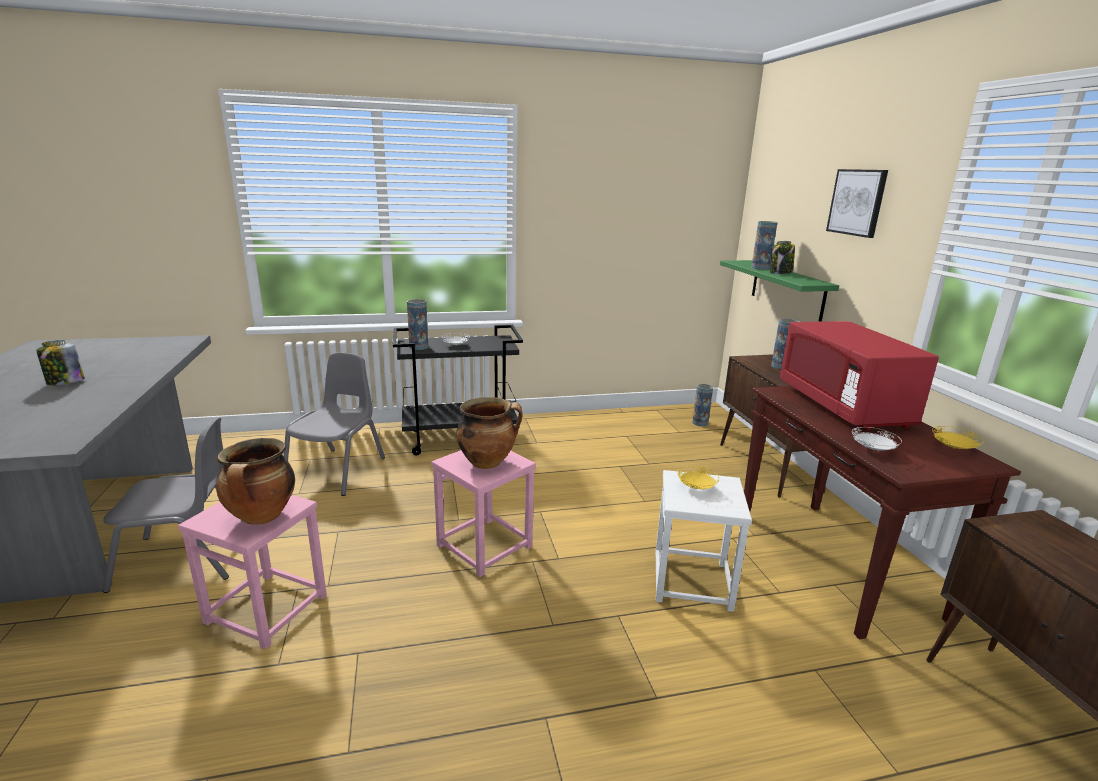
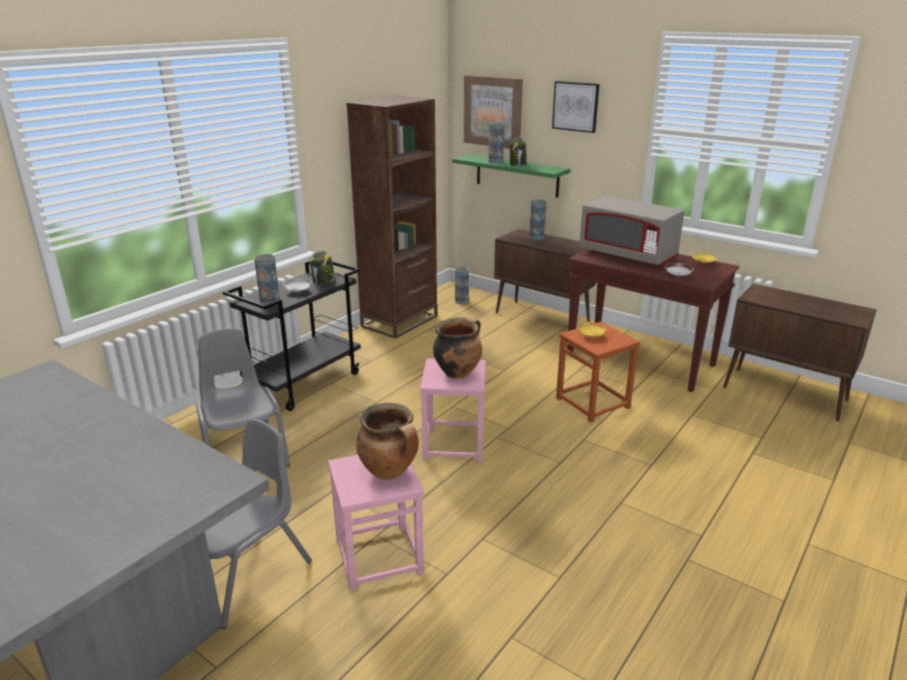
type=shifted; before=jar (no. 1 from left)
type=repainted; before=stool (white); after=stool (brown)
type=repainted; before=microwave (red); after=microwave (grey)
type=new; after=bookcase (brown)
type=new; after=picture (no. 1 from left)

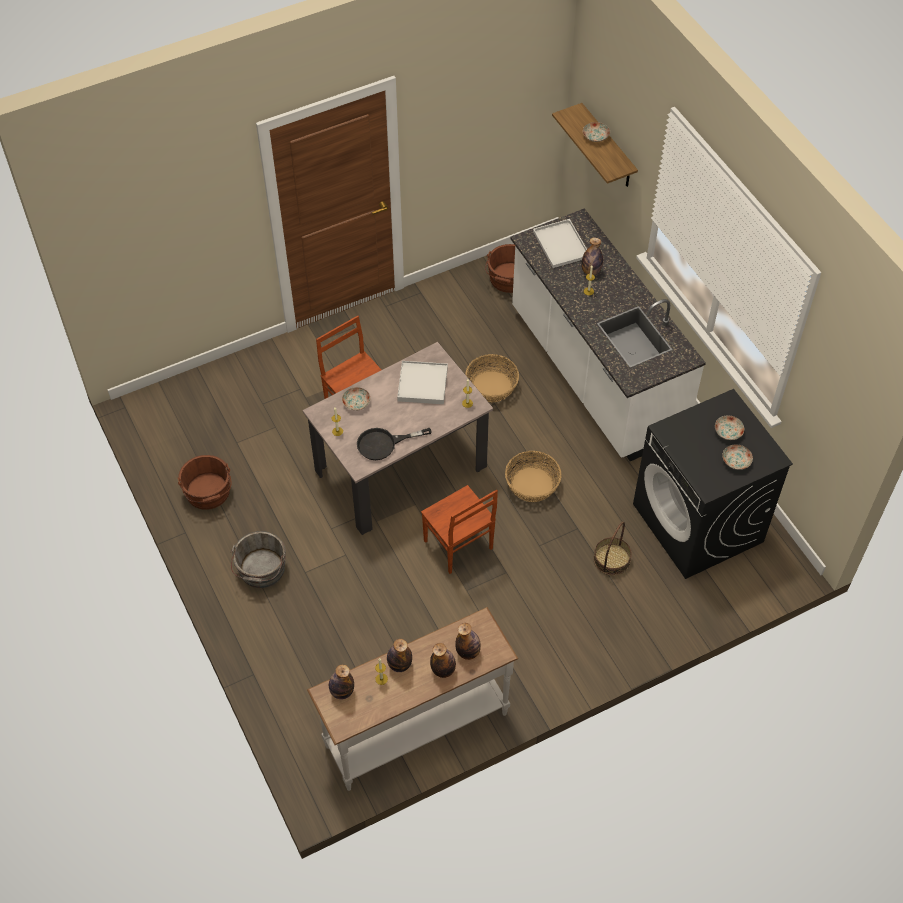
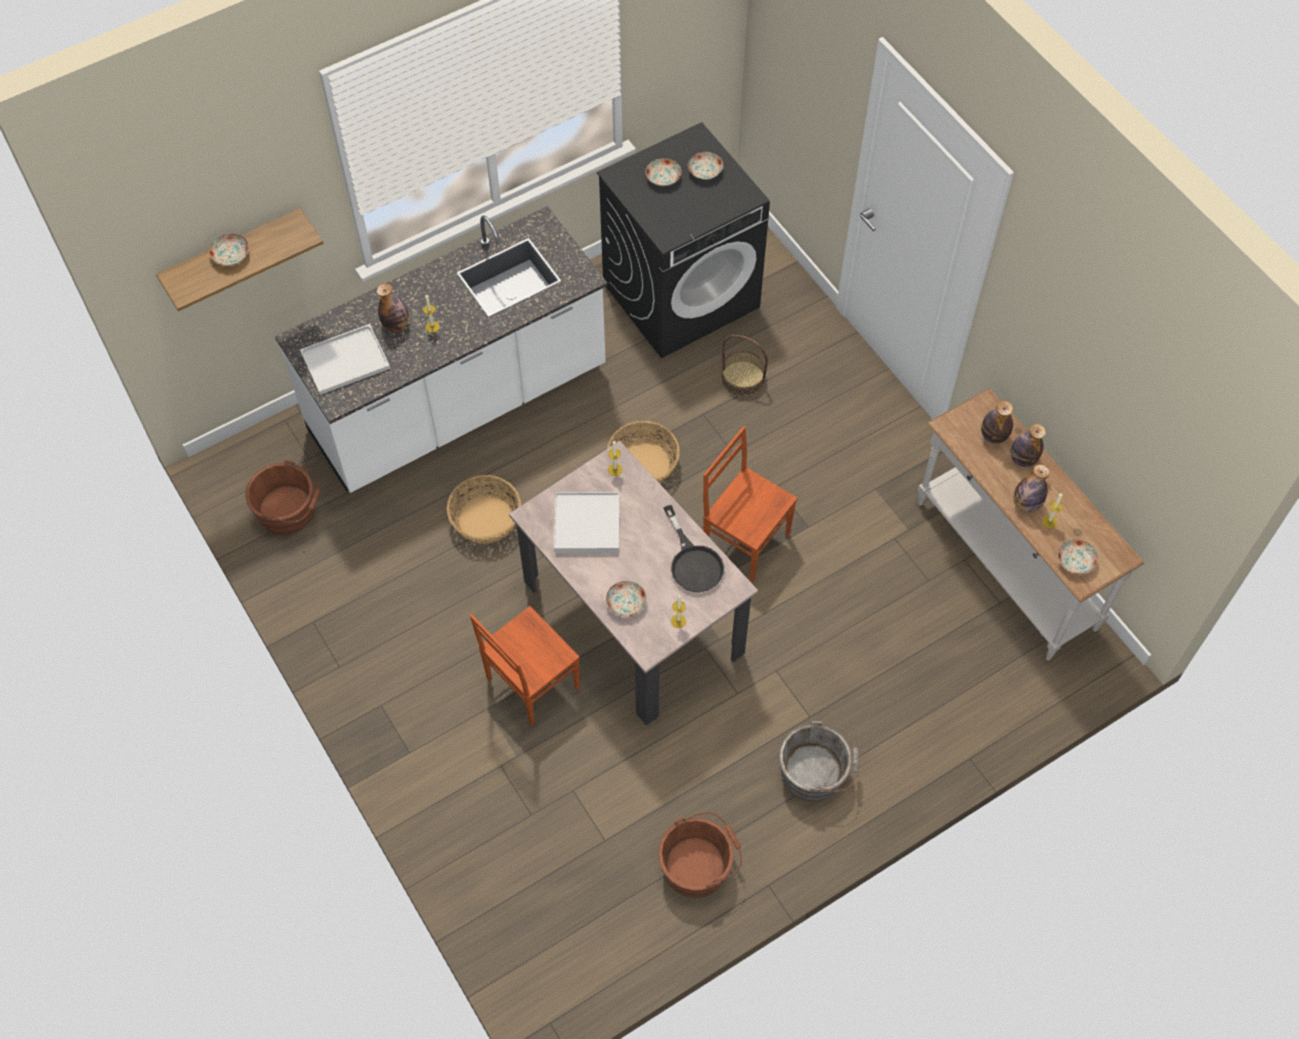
type=swapped; before=bottle (no. 1 from left); after=plate (no. 5 from left)
type=rotated; before=chair (brown) (no. 2 from left); turn=-105

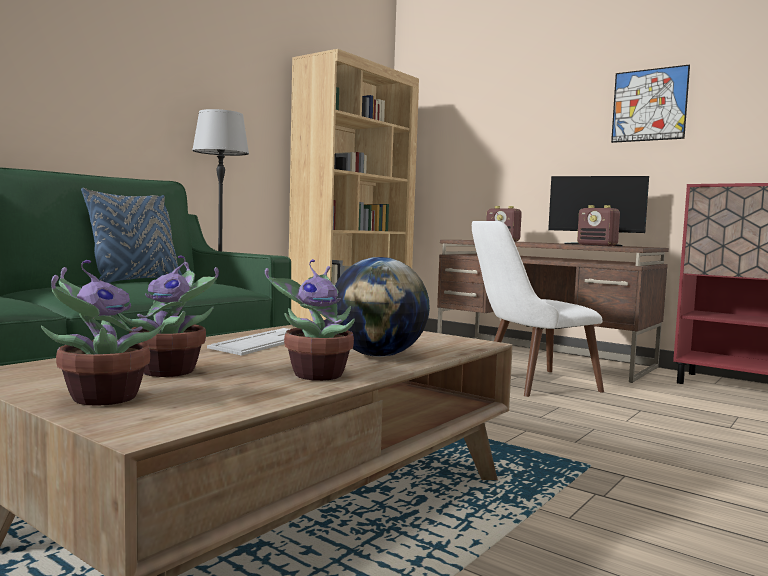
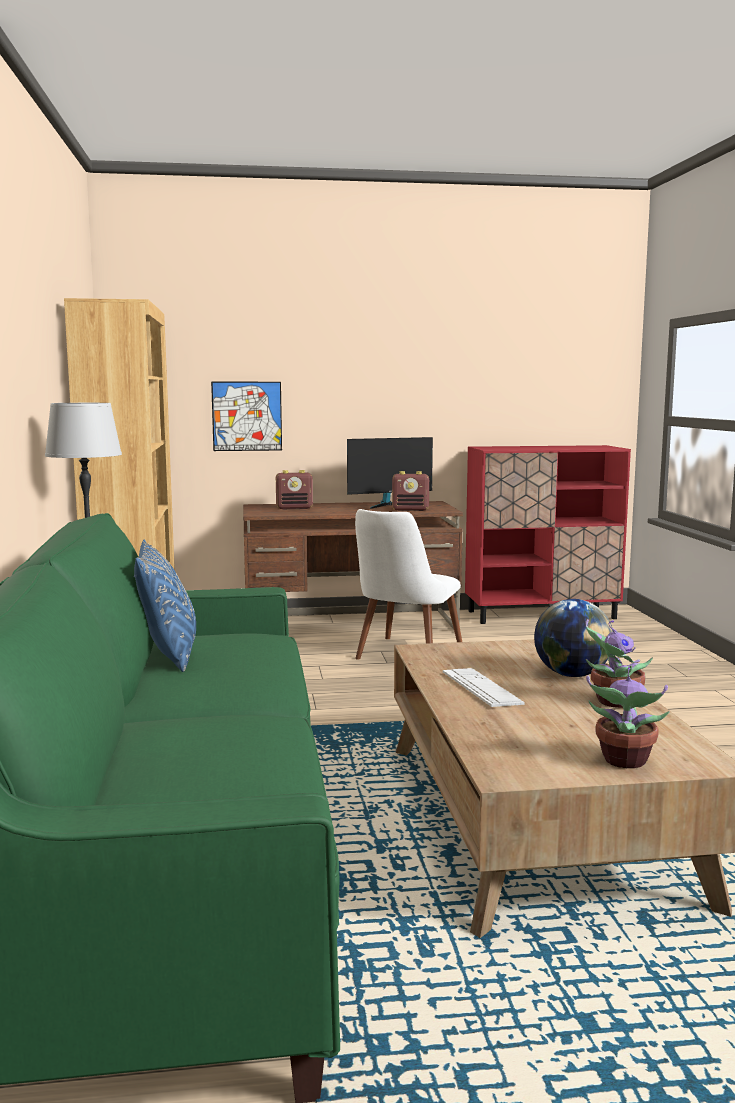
type=gone; before=potted plant (no. 2 from left)
type=shifted; before=picture

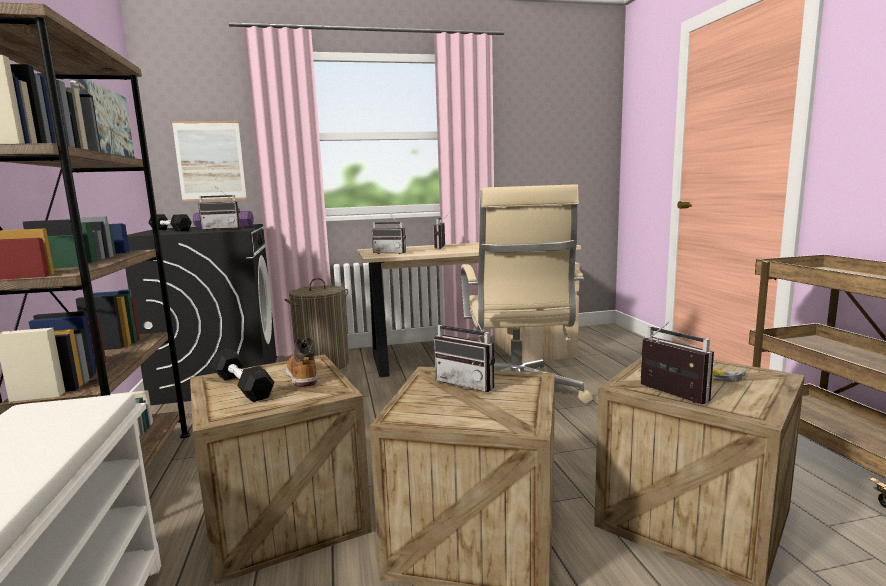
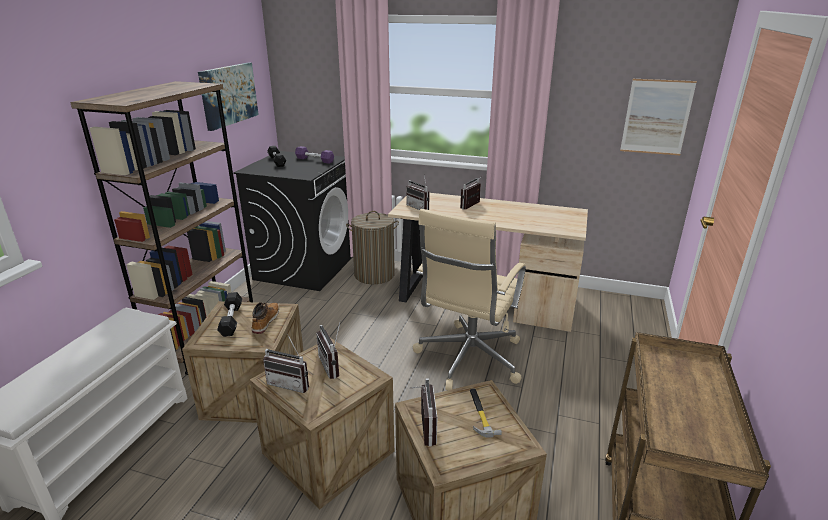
type=shifted; before=picture (no. 2 from left)
type=shifted; before=radio (no. 1 from left)

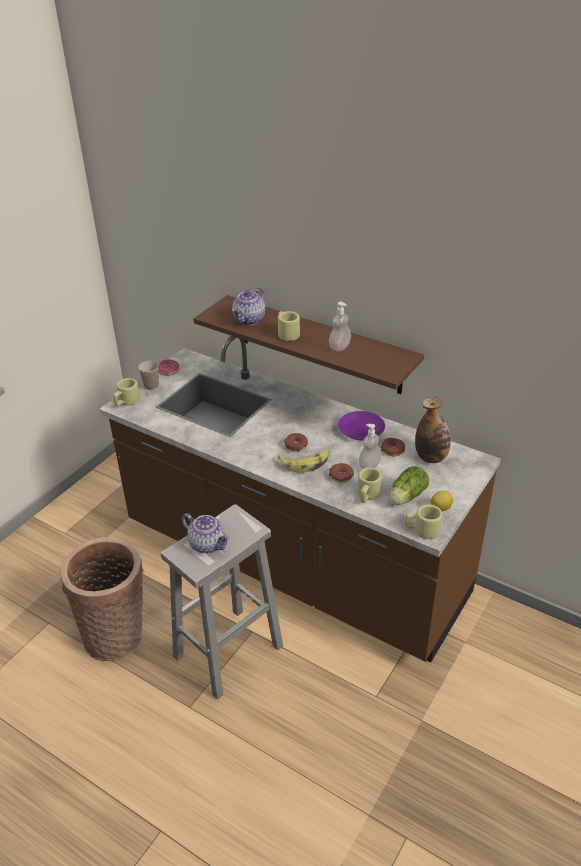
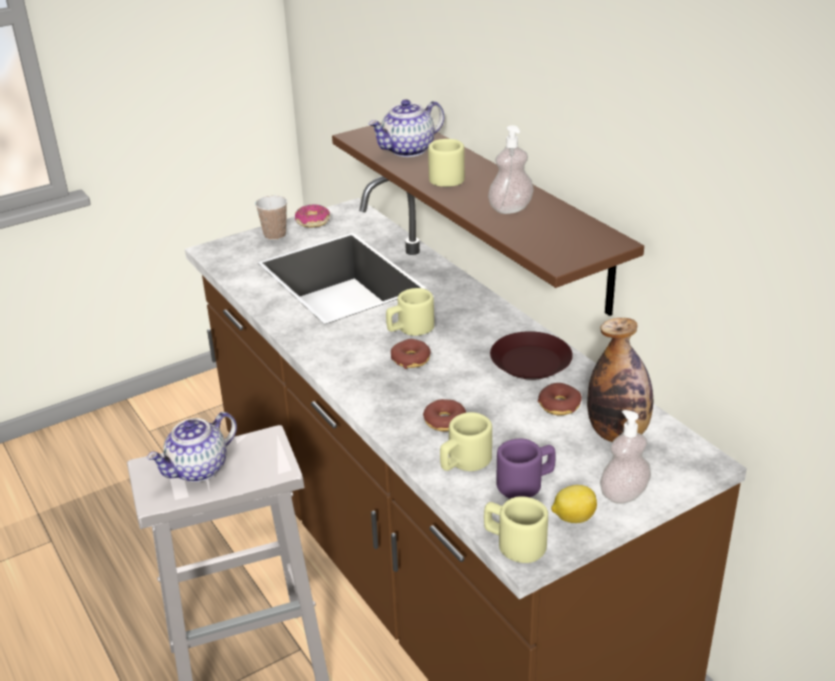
type=gone; before=basket
type=shifted; before=mug (beige) (no. 1 from left)
type=rotated; before=teapot (no. 1 from left); turn=75
type=gone; before=banana
type=repainted; before=plate (purple); after=plate (brown)
type=shifted; before=soap dispenser (no. 2 from left)
type=swapped; before=lettuce; after=mug (purple)

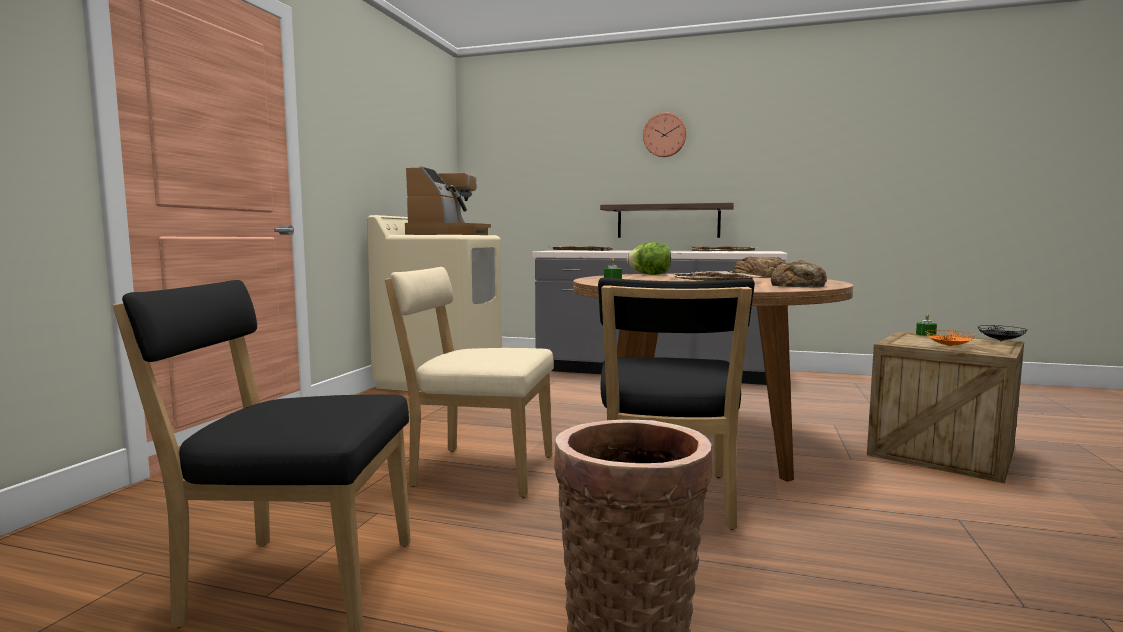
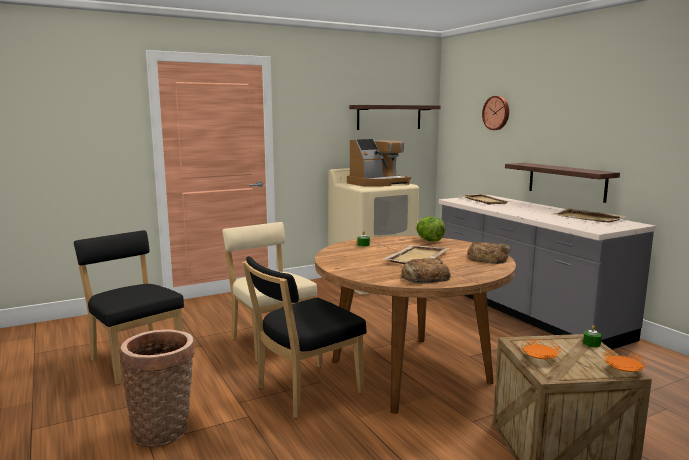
type=shifted; before=wall clock
type=repainted; before=plate (black); after=plate (orange) (no. 2 from left)
type=new; after=shelf (no. 1 from left)

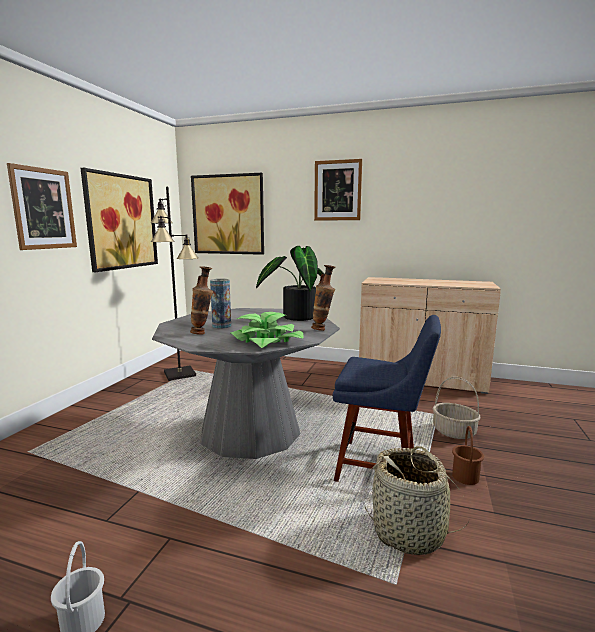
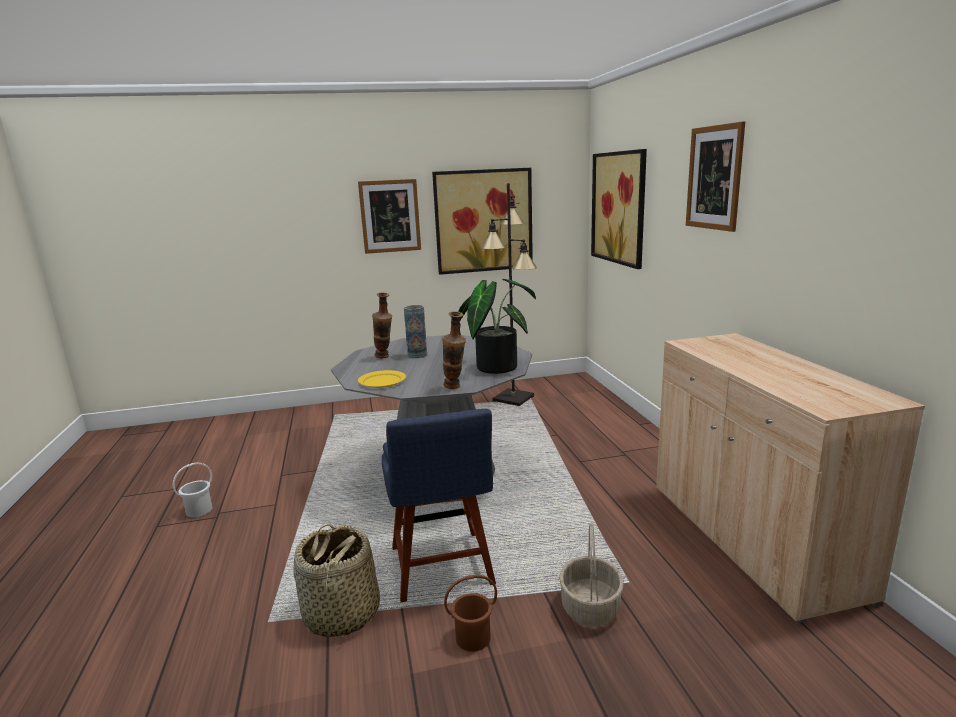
type=swapped; before=potted plant (no. 1 from left); after=plate (yellow)

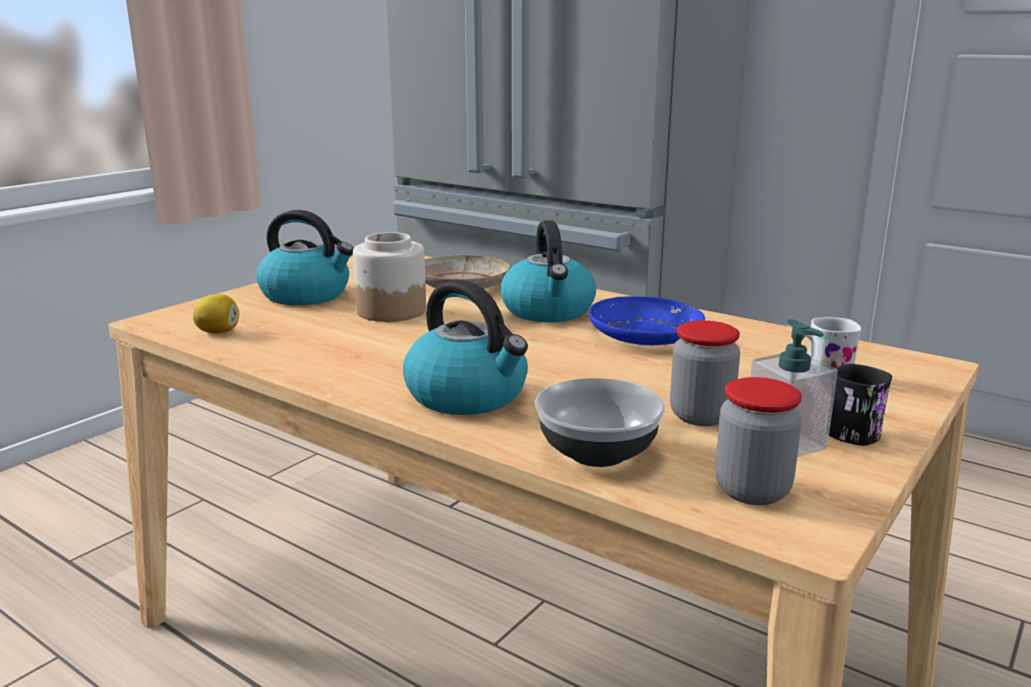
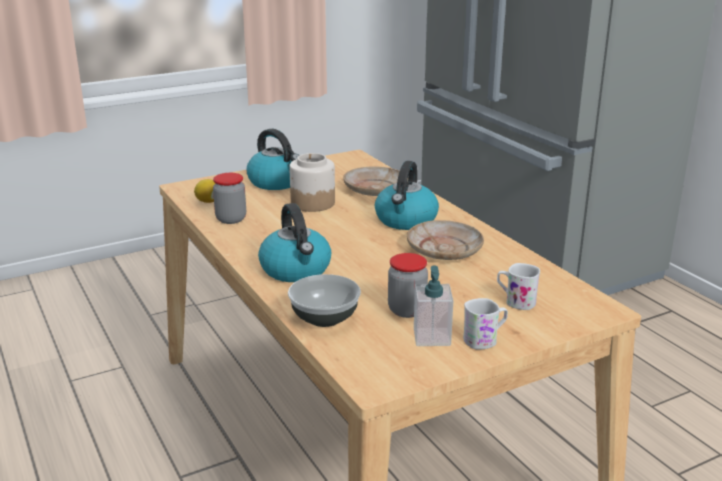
type=repainted; before=plate (blue); after=plate (beige) (no. 2 from left)
type=shifted; before=jar (no. 3 from left in the first image); after=jar (no. 1 from left)
type=repainted; before=mug (black); after=mug (white) (no. 1 from left)

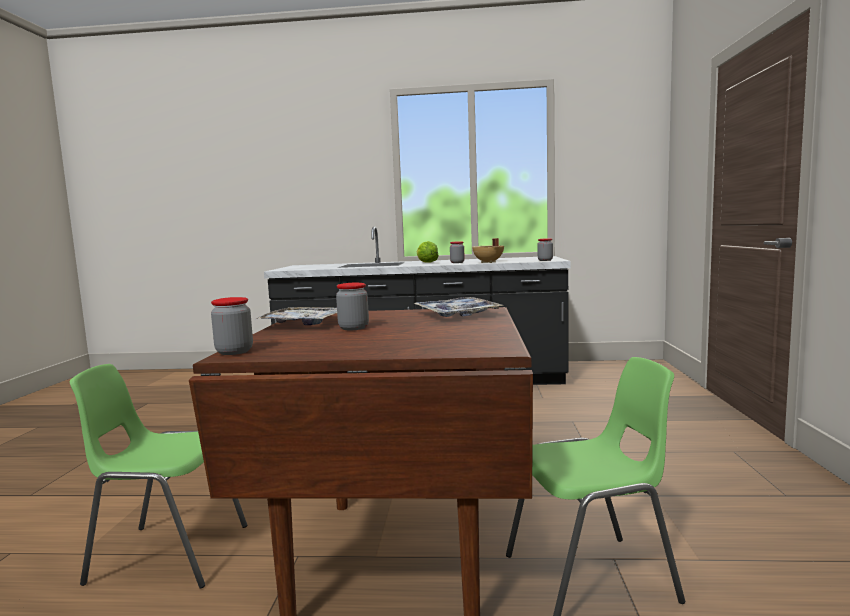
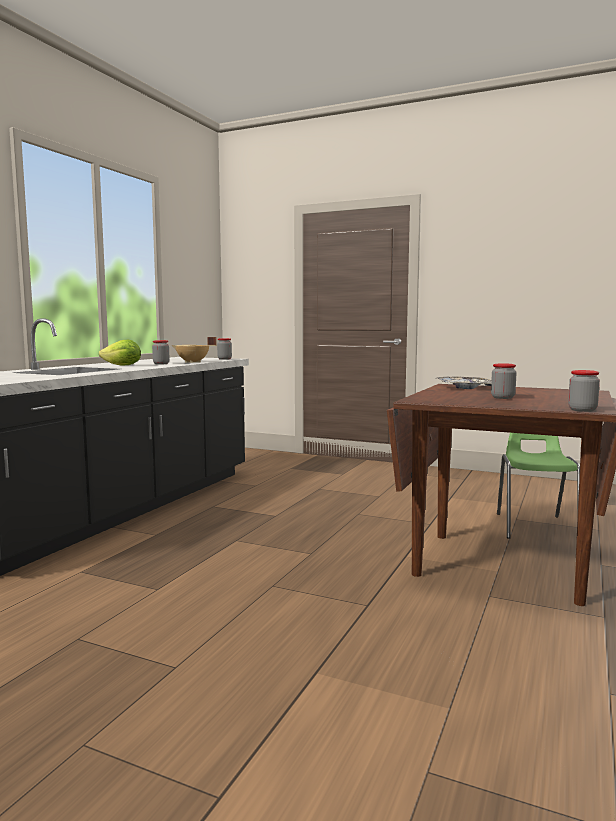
type=gone; before=chair (green) (no. 1 from left)
type=gone; before=tray (no. 1 from left)

